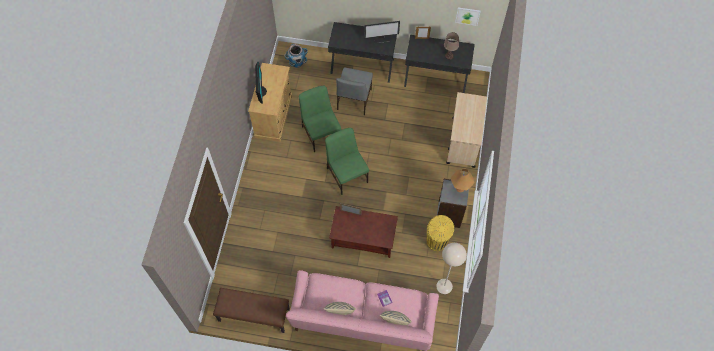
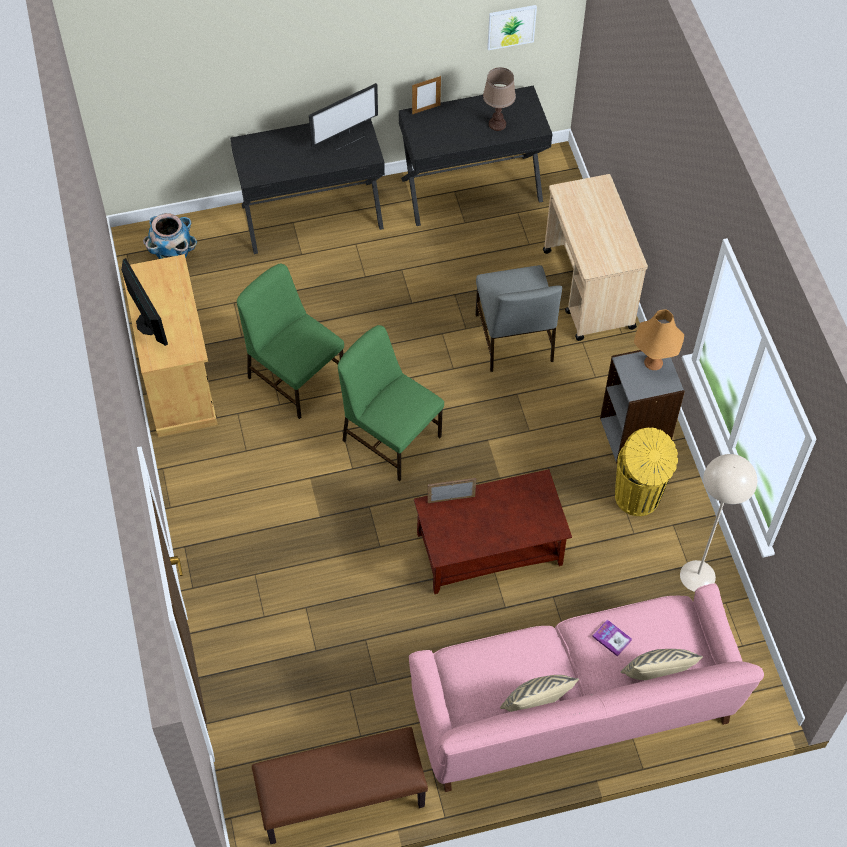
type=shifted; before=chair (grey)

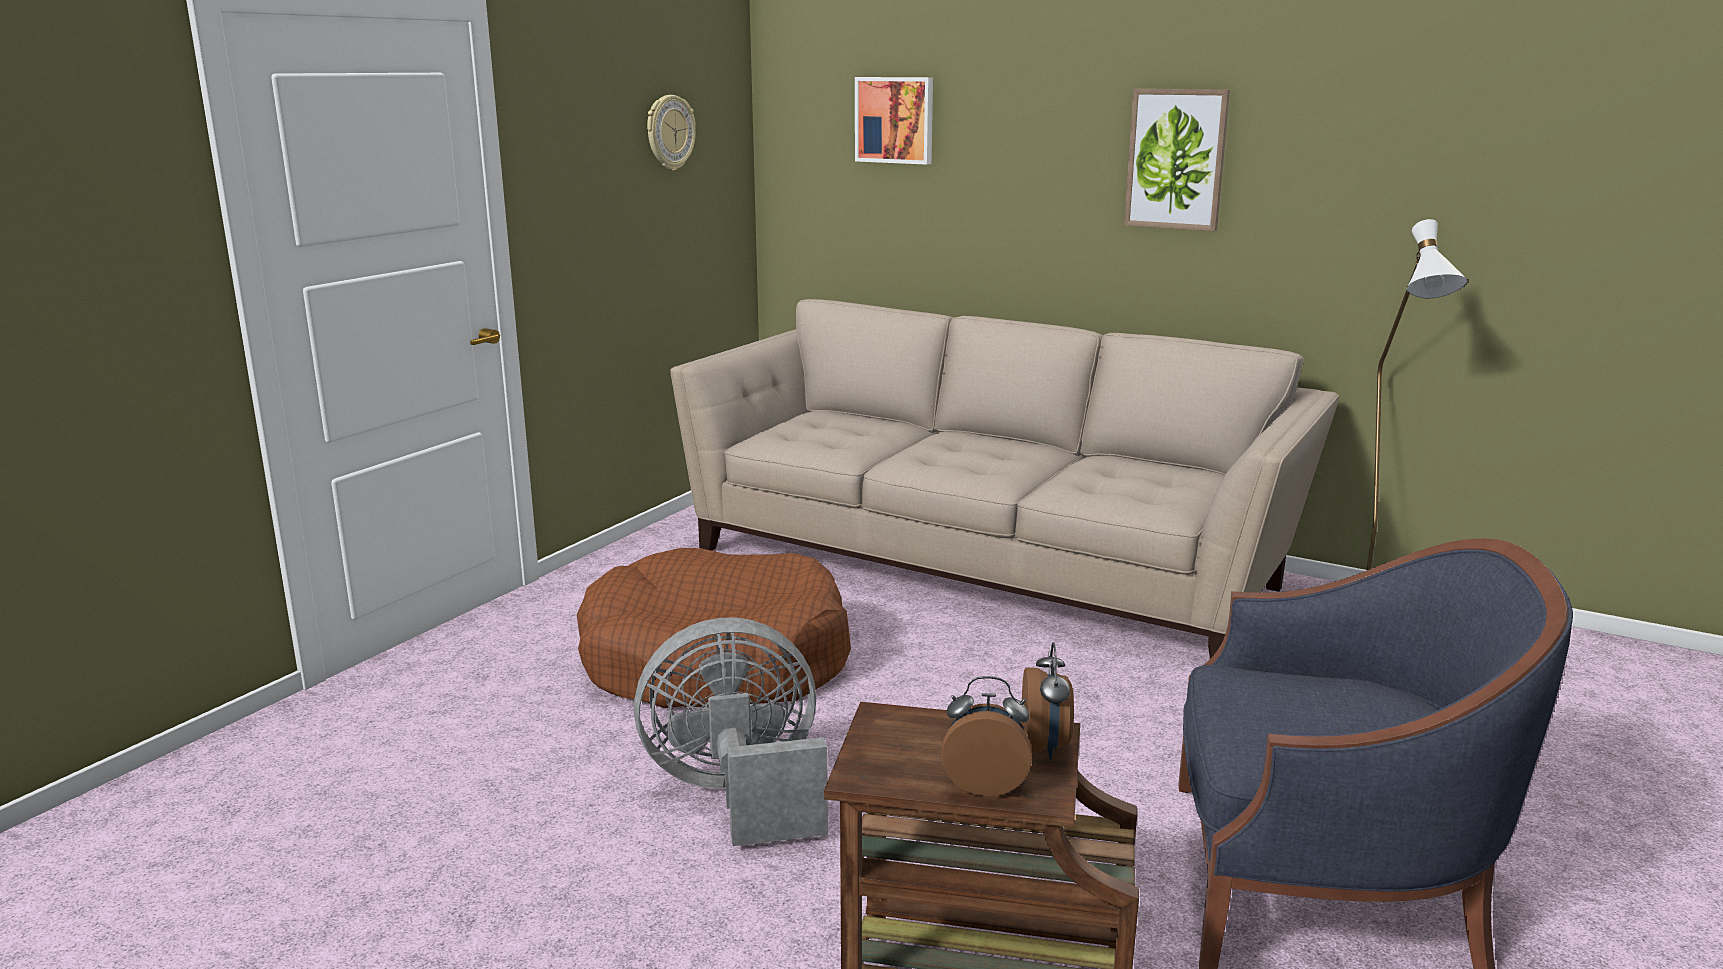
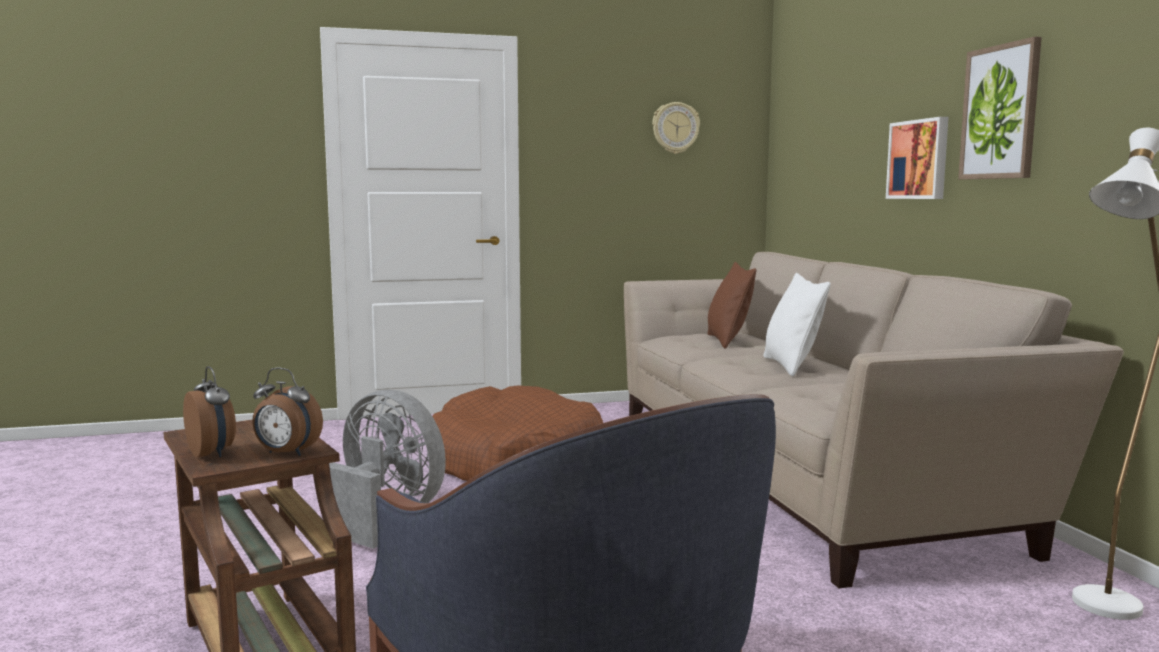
type=shifted; before=picture (no. 1 from left)
type=rotated; before=alarm clock (no. 2 from left); turn=60
type=new; after=pillow (brown)
type=new; after=pillow (white)

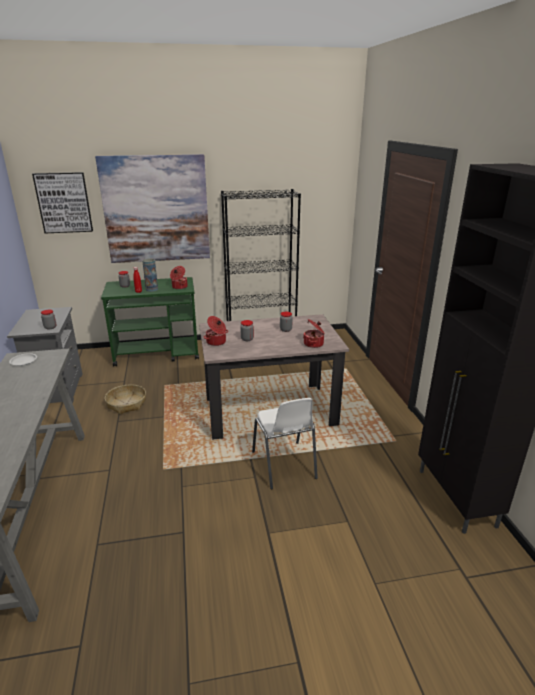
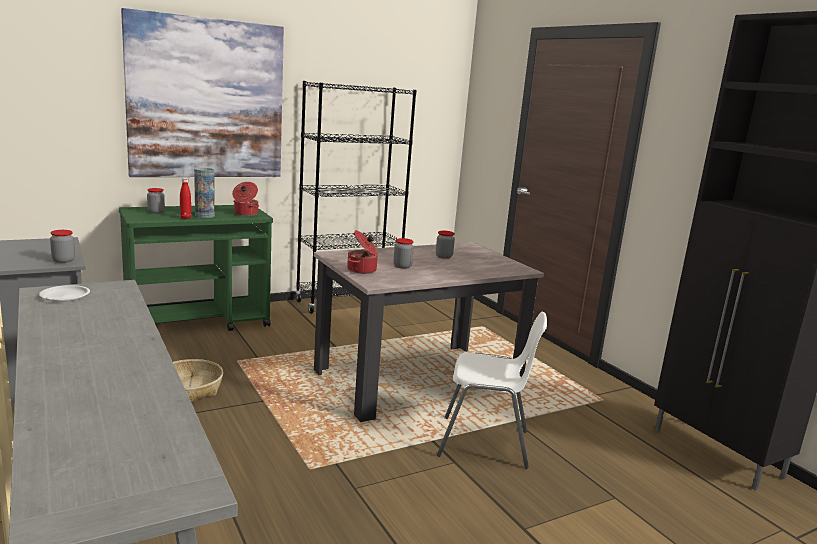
type=gone; before=picture (no. 1 from left)
type=rotated; before=chair (white); turn=-45
type=gone; before=cooking pot (no. 3 from left)

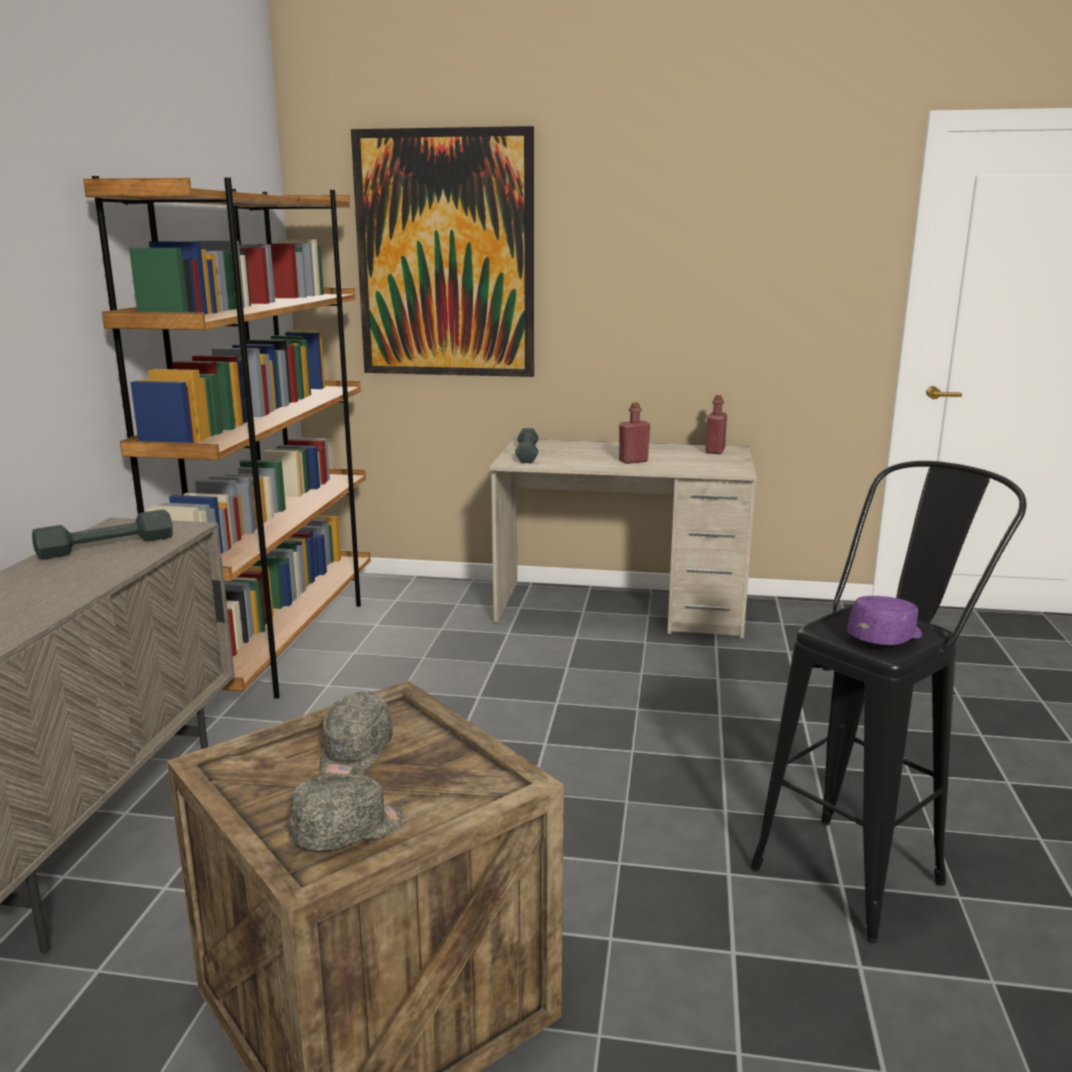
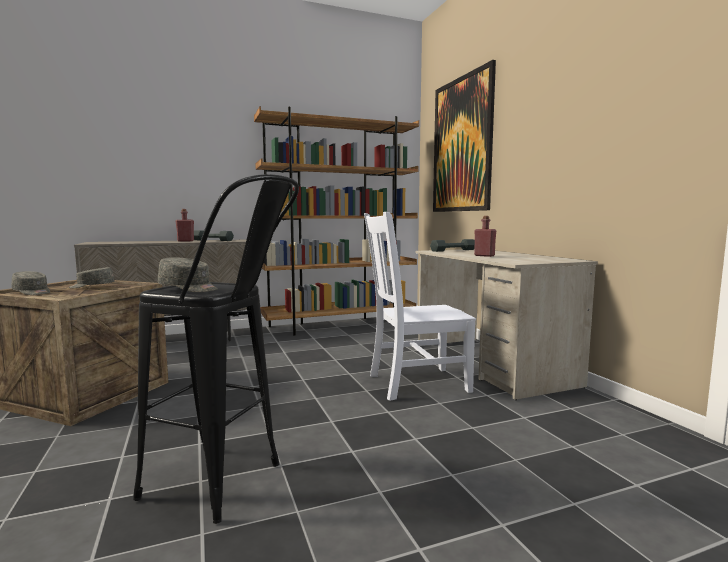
type=shifted; before=bottle (red) (no. 2 from left in the first image); after=bottle (red) (no. 1 from left)
type=repainted; before=cap (purple); after=cap (grey) (no. 3 from left)
type=new; after=chair (white)

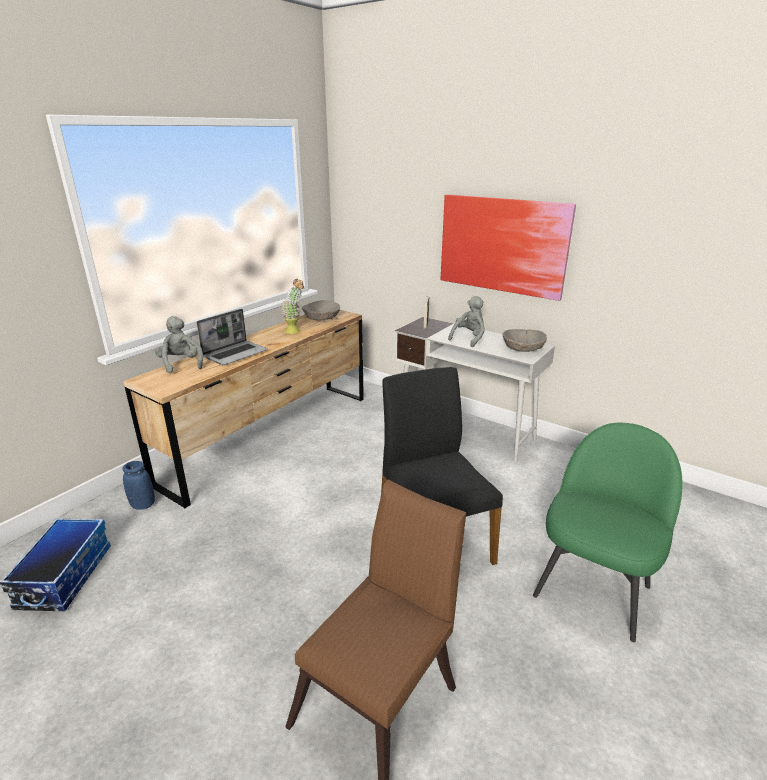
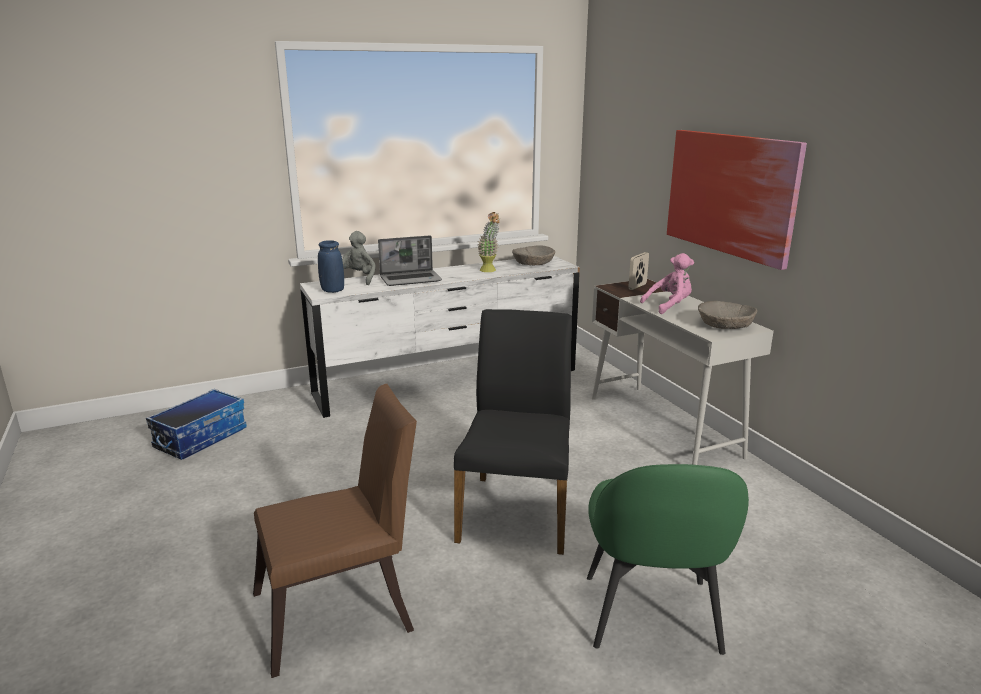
type=shifted; before=vase (blue)
type=repainted; before=dresser (brown); after=dresser (white)
type=repainted; before=plush toy (grey) (no. 2 from left); after=plush toy (pink)
type=rotated; before=chair (green); turn=120

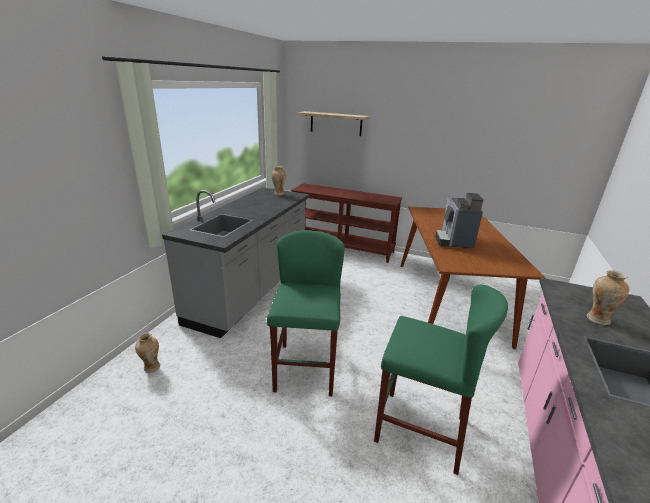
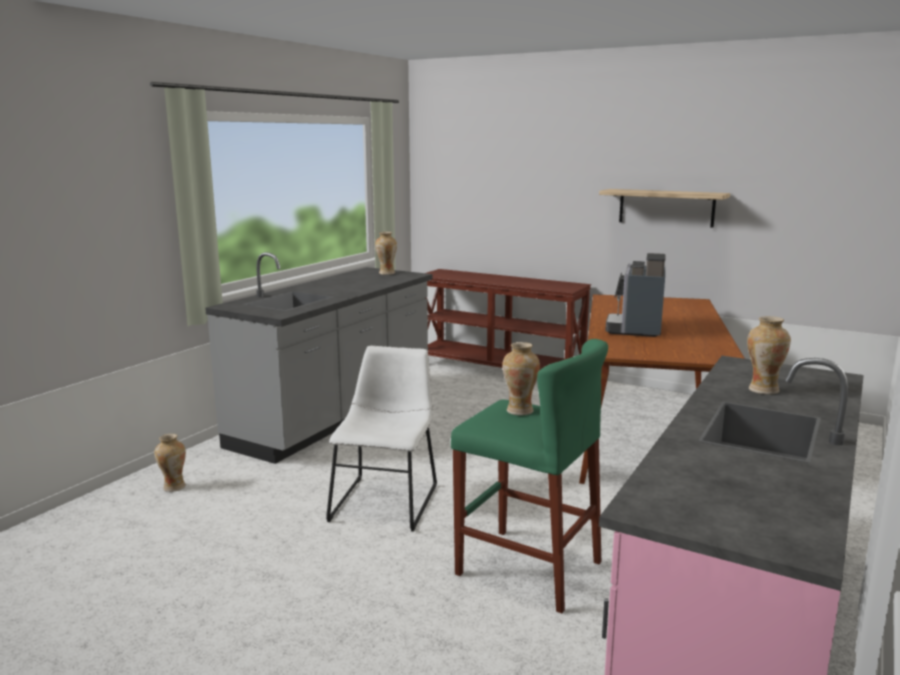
type=swapped; before=stool (green) (no. 1 from left); after=chair (white)
type=shifted; before=shelf
type=new; after=vase (no. 3 from left)

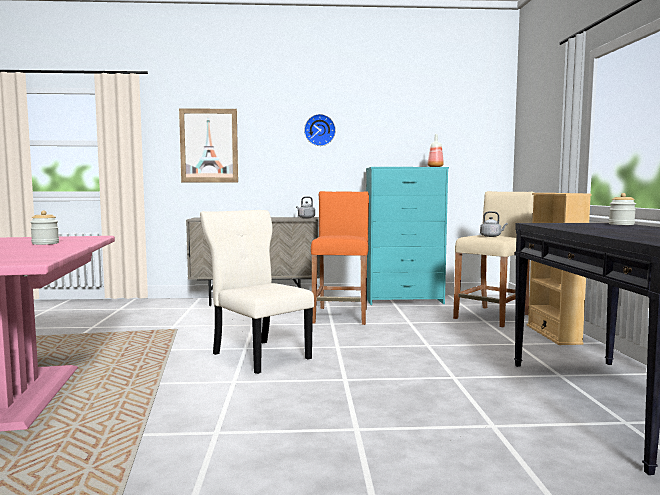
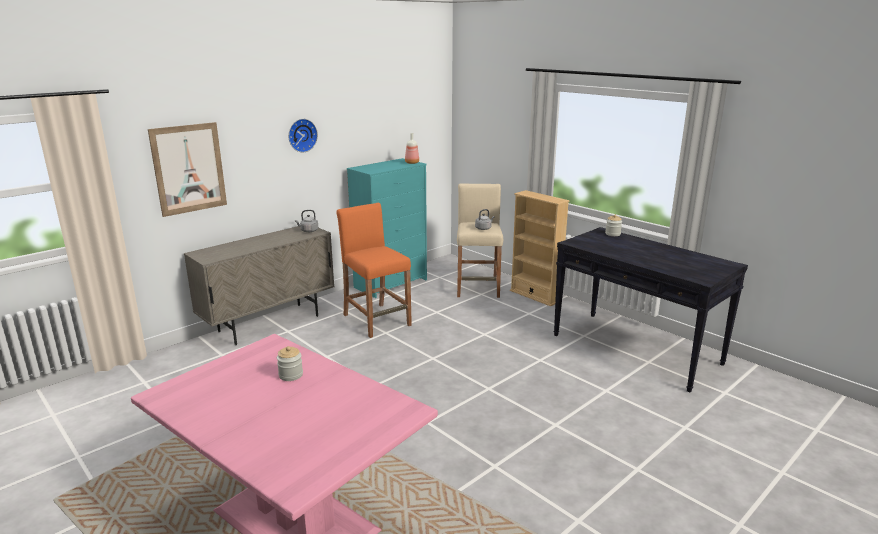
type=gone; before=chair (beige)

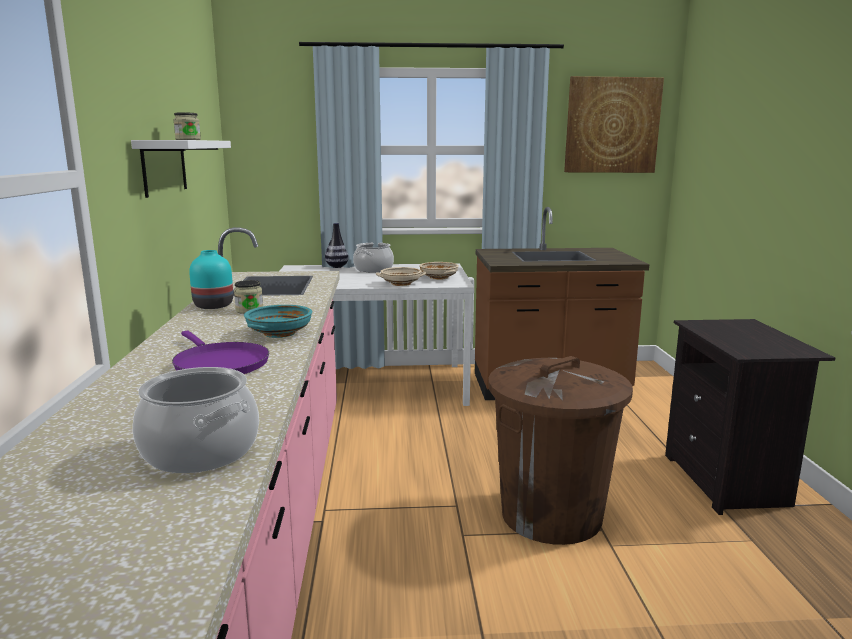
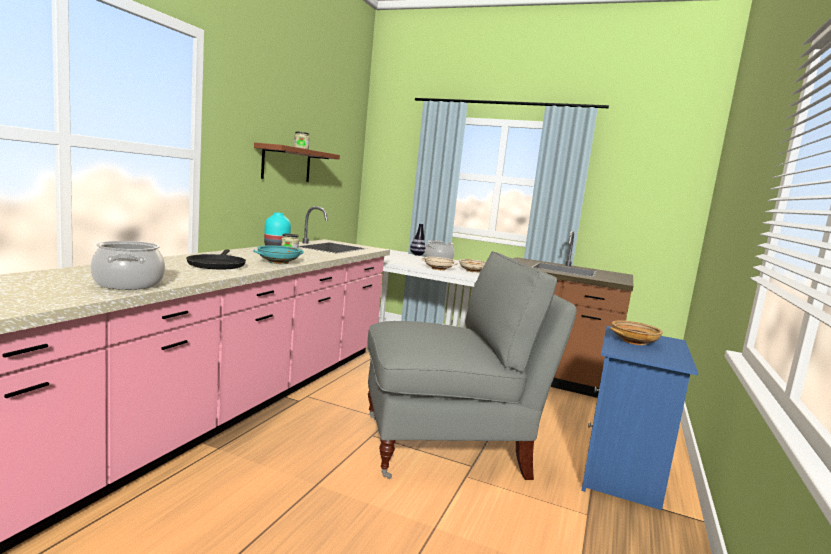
type=repainted; before=shelf (white); after=shelf (brown)
type=repainted; before=frying pan (purple); after=frying pan (black)
type=swapped; before=trash can (brown); after=chair (grey)
type=gone; before=picture
type=repainted; before=nightstand (black); after=nightstand (blue)
type=new; after=bowl (beige) (no. 3 from left)

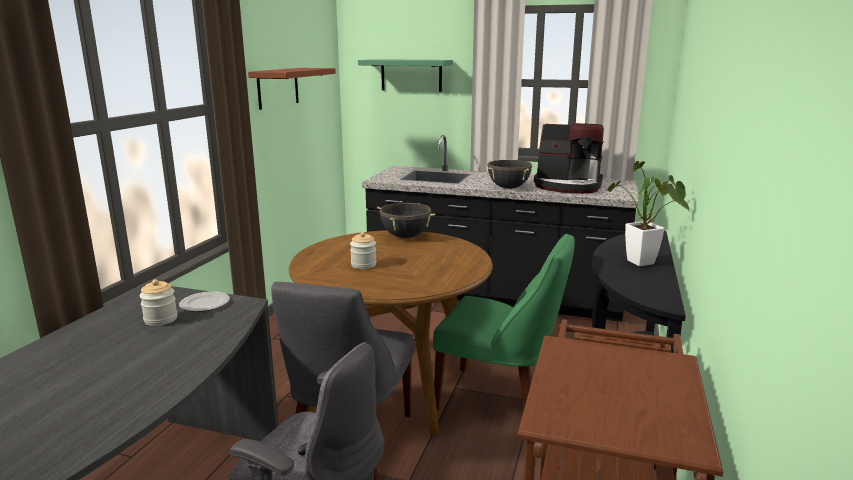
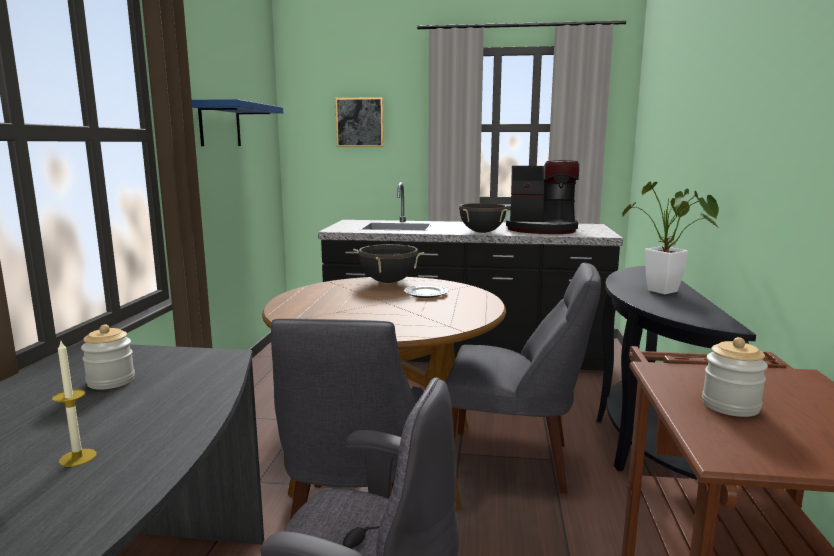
type=shifted; before=plate
type=repainted; before=shelf (brown); after=shelf (blue)
type=shifted; before=jar (no. 2 from left)
type=swapped; before=shelf (green); after=picture
type=repainted; before=chair (green); after=chair (grey) (no. 2 from left)
type=new; after=candle

